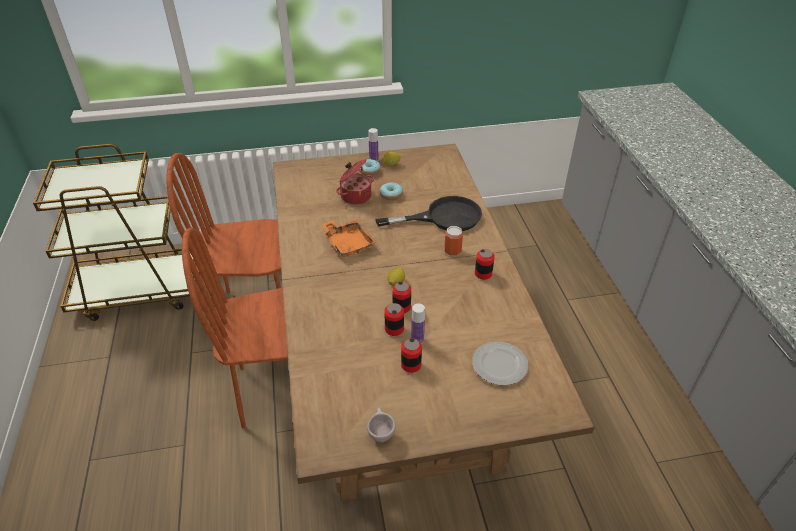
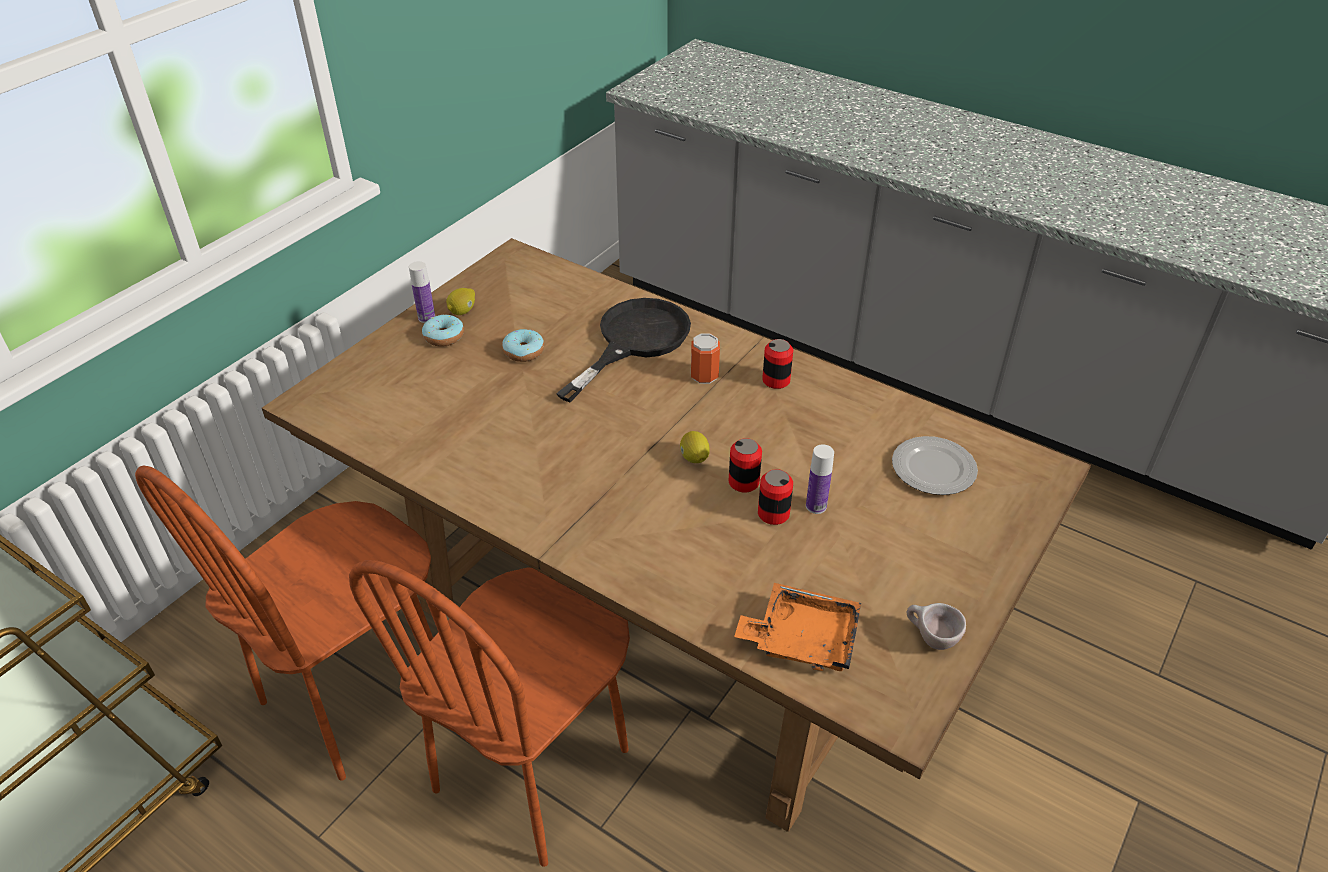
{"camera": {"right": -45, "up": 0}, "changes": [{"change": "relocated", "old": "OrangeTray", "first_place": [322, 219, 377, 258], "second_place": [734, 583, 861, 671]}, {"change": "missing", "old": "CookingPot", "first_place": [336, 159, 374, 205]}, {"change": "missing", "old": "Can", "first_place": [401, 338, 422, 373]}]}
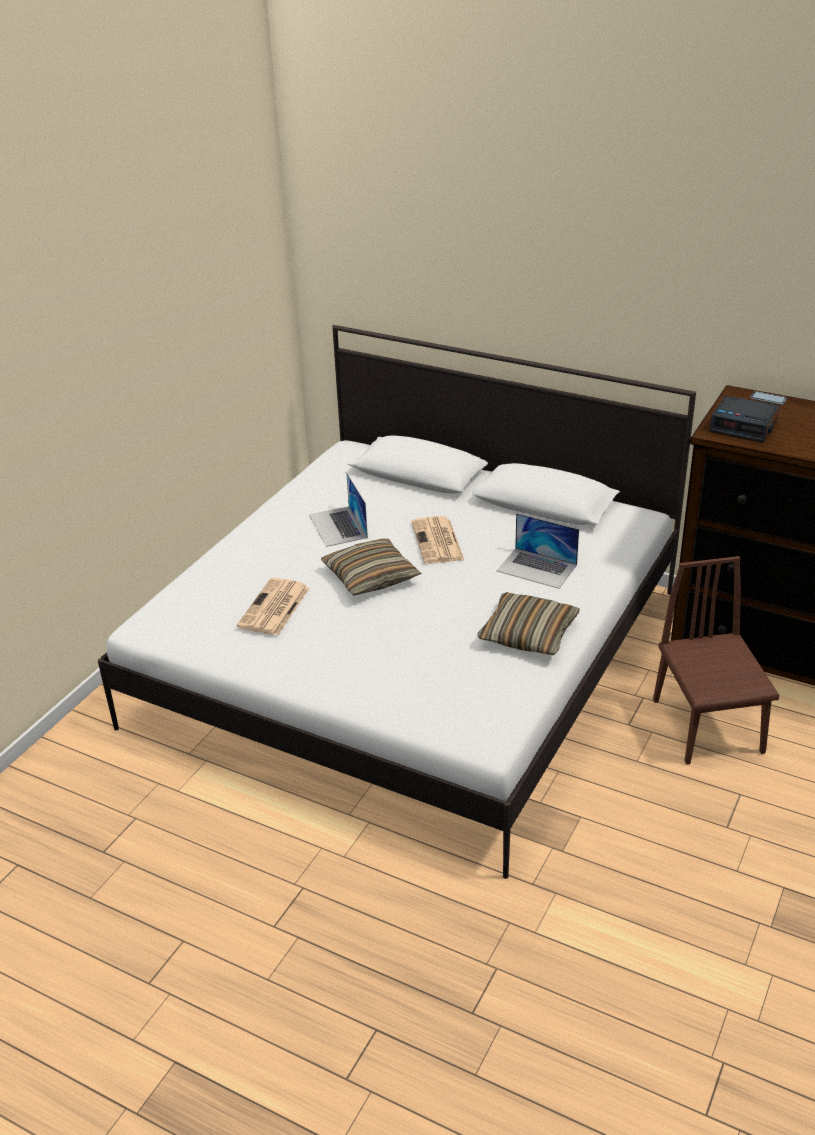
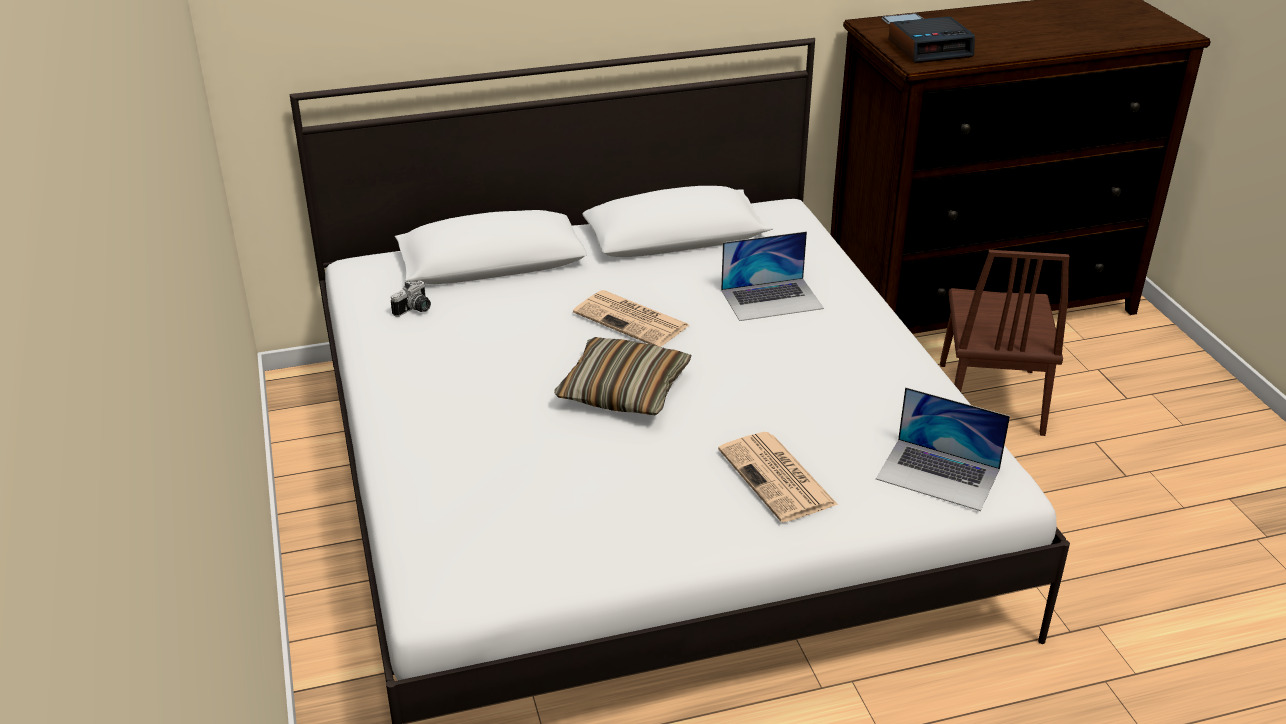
{"camera": {"right": -45, "up": 0}, "changes": [{"change": "appeared", "new": "PhotoCamera", "second_place": [391, 281, 431, 317]}, {"change": "relocated", "old": "Newspaper", "first_place": [237, 578, 309, 635], "second_place": [718, 432, 838, 522]}, {"change": "relocated", "old": "Laptop", "first_place": [309, 473, 368, 547], "second_place": [876, 387, 1010, 511]}, {"change": "spun", "old": "BrownChair", "first_place": [653, 556, 779, 765], "second_place": [940, 250, 1070, 436], "degrees": -120}, {"change": "missing", "old": "Pillow", "first_place": [477, 592, 580, 655]}]}
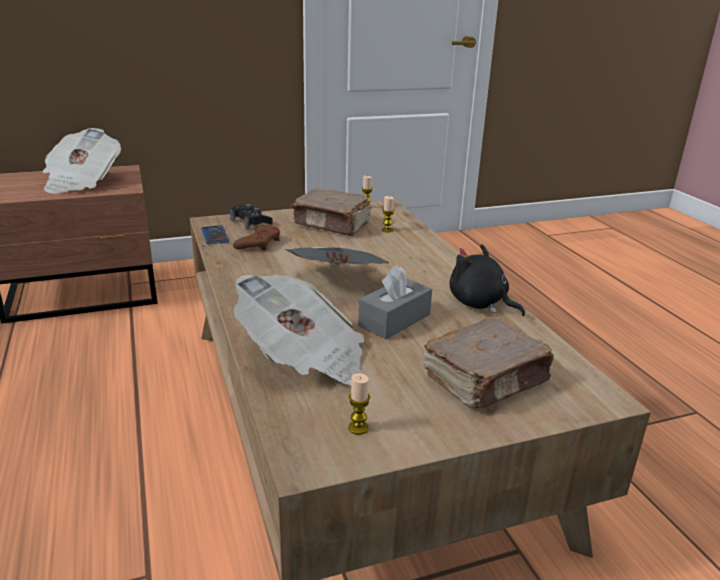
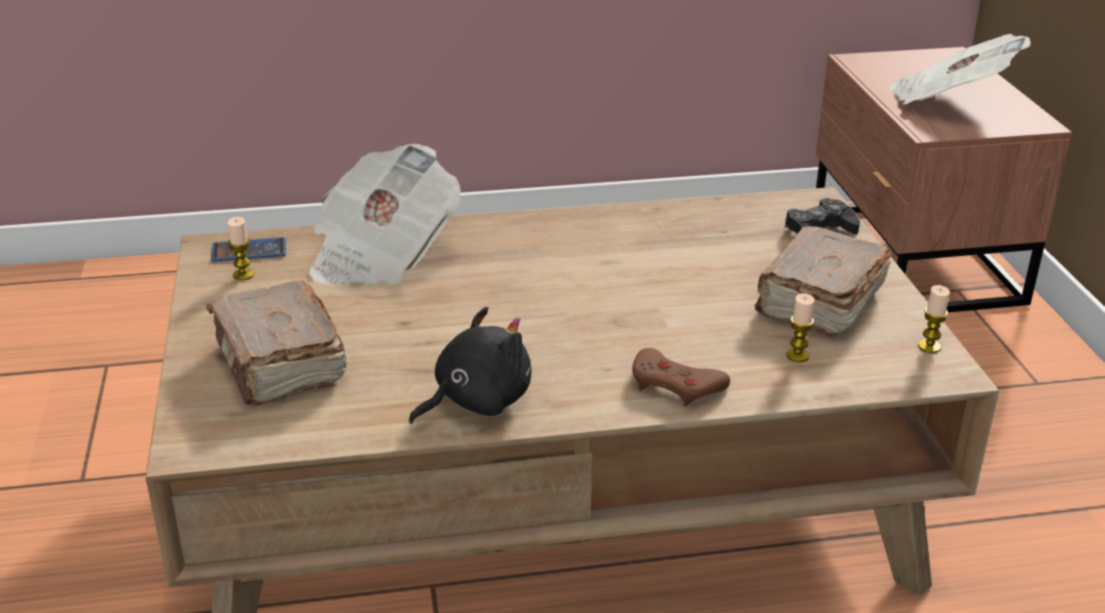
{"camera": {"right": 100, "up": 5}, "changes": [{"change": "relocated", "old": "Phone", "first_place": [201, 225, 229, 244], "second_place": [211, 237, 286, 262]}, {"change": "relocated", "old": "BrownGameController", "first_place": [233, 225, 280, 250], "second_place": [632, 348, 730, 407]}, {"change": "missing", "old": "Newspaper", "first_place": [279, 247, 389, 267]}, {"change": "missing", "old": "GreyTissueBox", "first_place": [358, 265, 432, 339]}]}
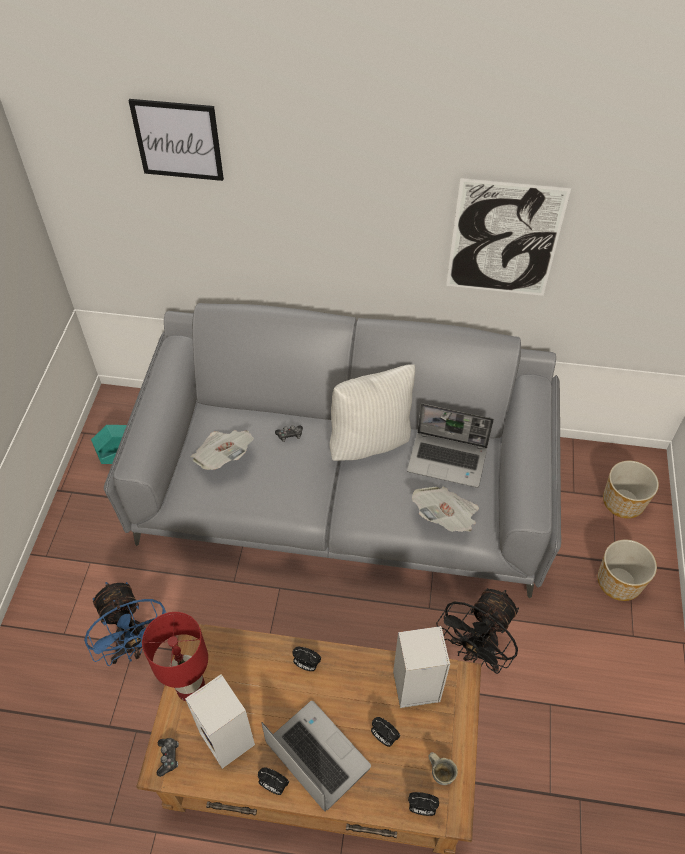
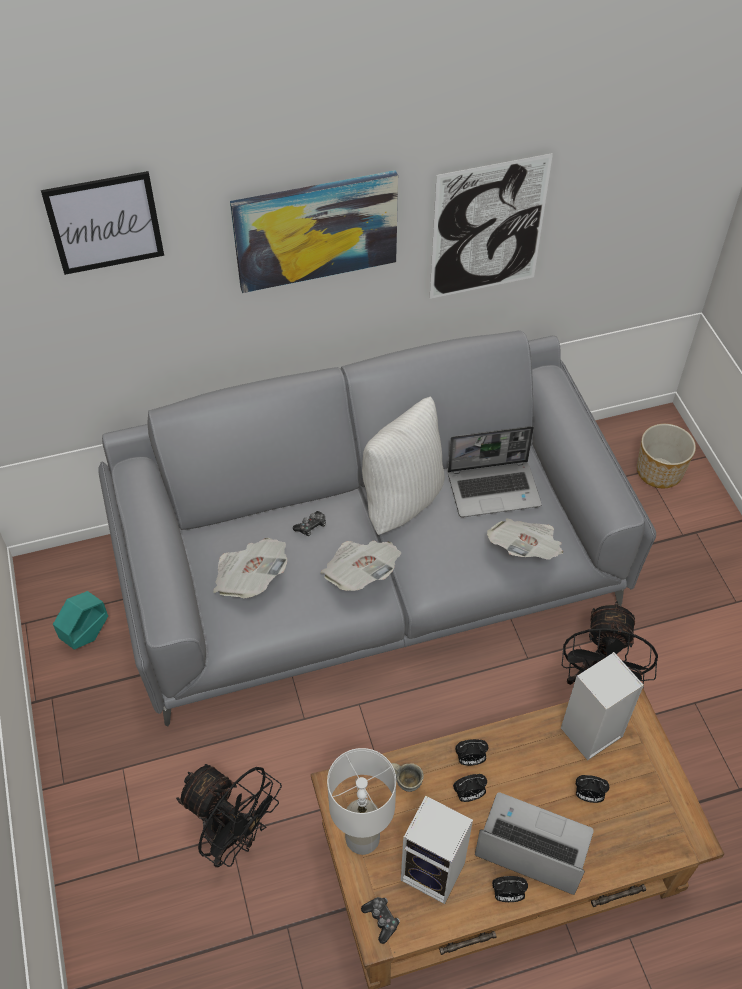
{"camera": {"right": -25, "up": 0}, "changes": [{"change": "colour", "old": "BlueFan", "new": "BlackFan", "first_place": [84, 582, 166, 666], "second_place": [176, 764, 282, 868]}, {"change": "appeared", "new": "Picture", "second_place": [230, 170, 398, 293]}, {"change": "appeared", "new": "Newspaper", "second_place": [320, 541, 401, 591]}, {"change": "colour", "old": "RedTableLamp", "new": "WhiteTableLamp", "first_place": [142, 612, 208, 701], "second_place": [327, 748, 396, 855]}, {"change": "relocated", "old": "GreyMug", "first_place": [428, 752, 458, 785], "second_place": [391, 763, 424, 792]}, {"change": "relocated", "old": "AlarmClock", "first_place": [408, 792, 439, 816], "second_place": [453, 774, 487, 802]}, {"change": "missing", "old": "Planter", "first_place": [598, 540, 657, 601]}]}
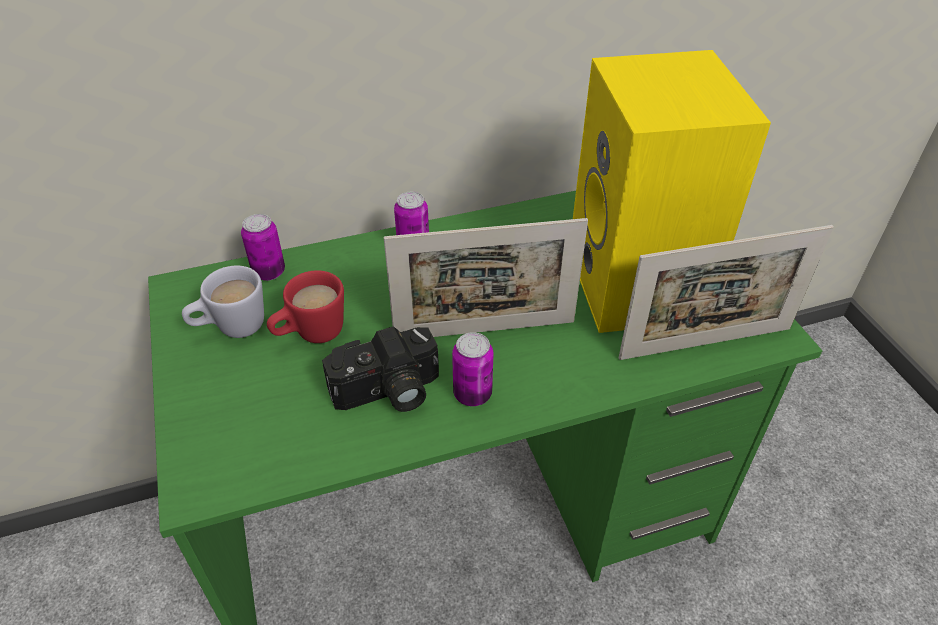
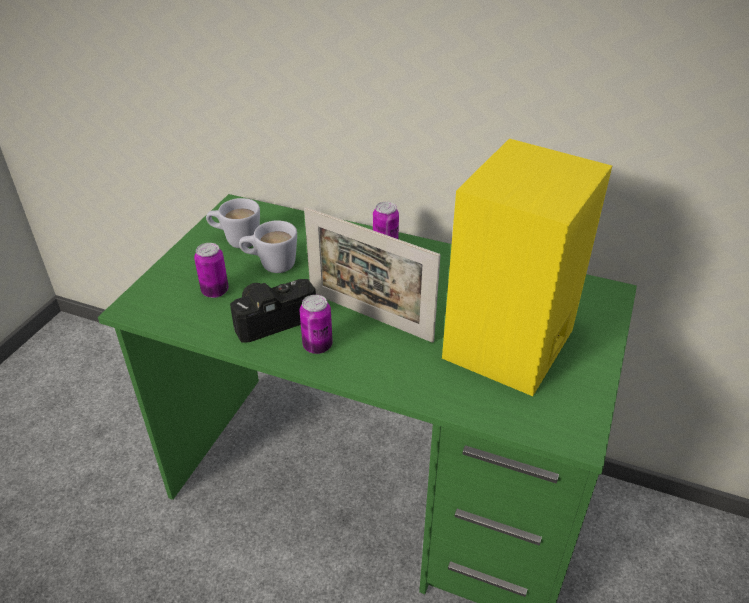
{"camera": {"right": 40, "up": -5}, "changes": [{"change": "relocated", "old": "Can", "first_place": [241, 214, 285, 281], "second_place": [194, 243, 229, 298]}, {"change": "spun", "old": "PhotoCamera", "first_place": [322, 326, 439, 412], "second_place": [230, 279, 316, 343], "degrees": 135}, {"change": "colour", "old": "RedMug", "new": "WhiteMug", "first_place": [267, 270, 344, 343], "second_place": [239, 220, 297, 273]}, {"change": "missing", "old": "PictureFrame", "first_place": [619, 225, 834, 360]}]}
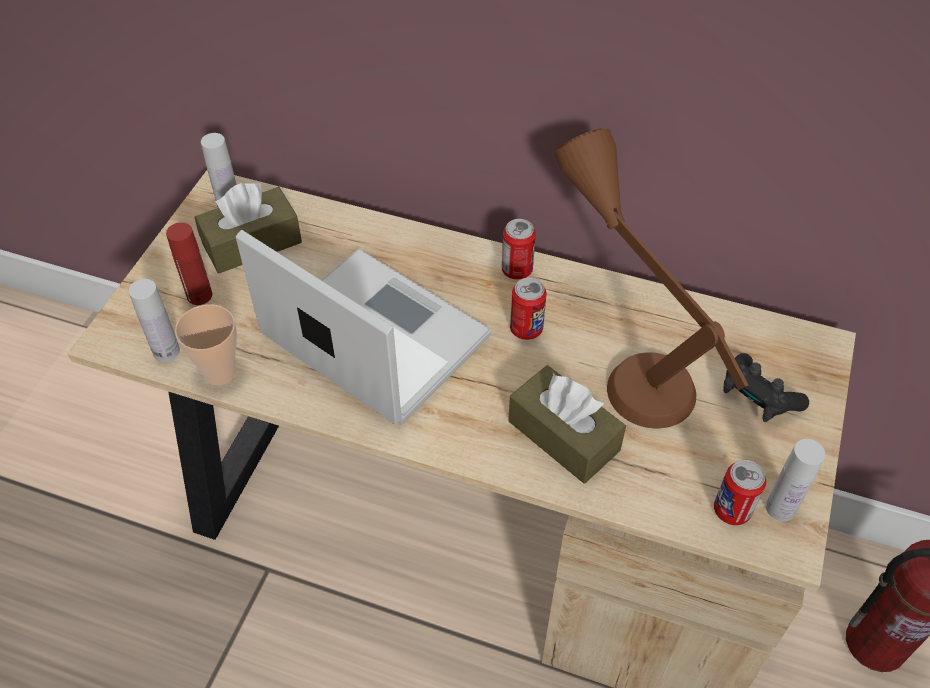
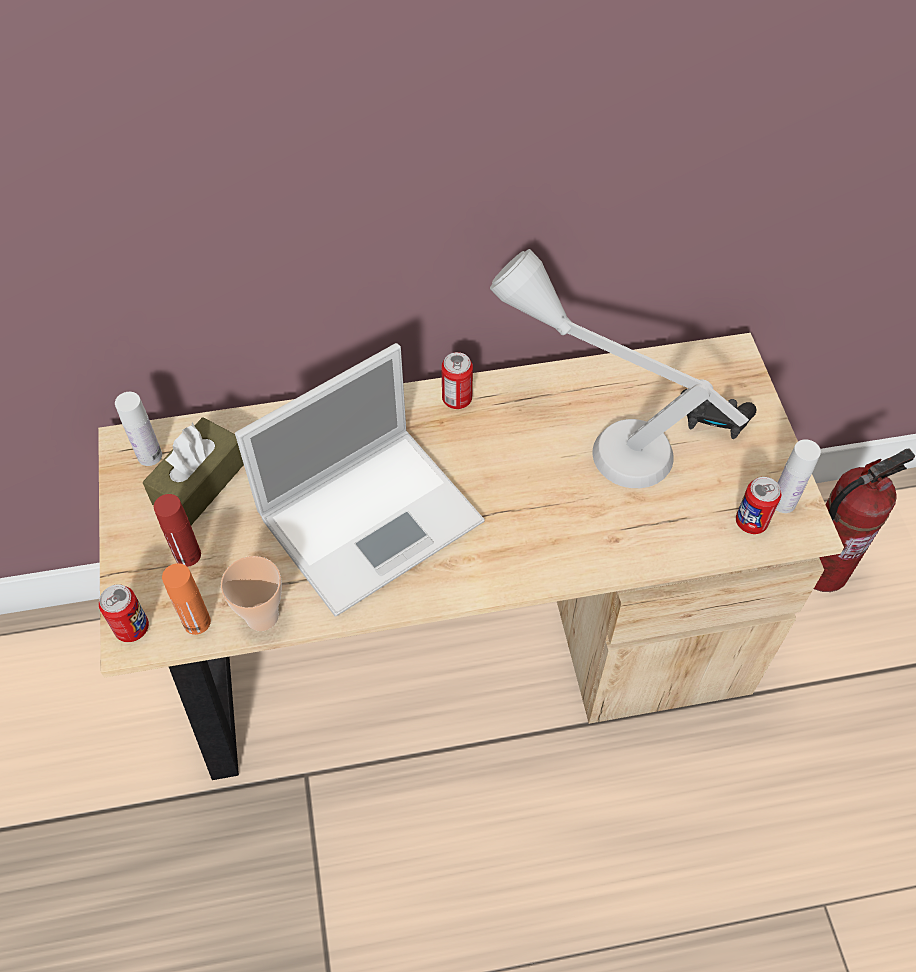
{"camera": {"right": -30, "up": 5}, "changes": [{"change": "relocated", "old": "Can", "first_place": [510, 278, 547, 340], "second_place": [99, 584, 149, 642]}, {"change": "colour", "old": "WhiteBottle", "new": "OrangeBottle", "first_place": [129, 279, 180, 362], "second_place": [162, 563, 211, 635]}, {"change": "spun", "old": "Laptop", "first_place": [236, 230, 492, 425], "second_place": [235, 343, 485, 617], "degrees": 135}, {"change": "colour", "old": "BrownTableLamp", "new": "GreyTableLamp", "first_place": [554, 129, 748, 429], "second_place": [490, 249, 749, 488]}, {"change": "missing", "old": "BrownTissueBox", "first_place": [508, 365, 626, 483]}]}
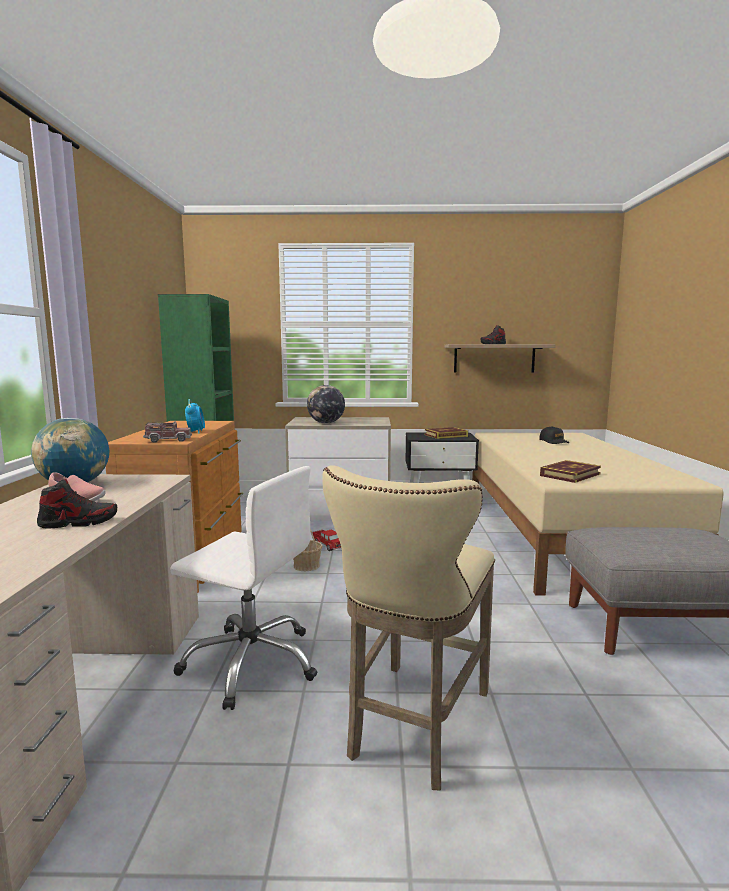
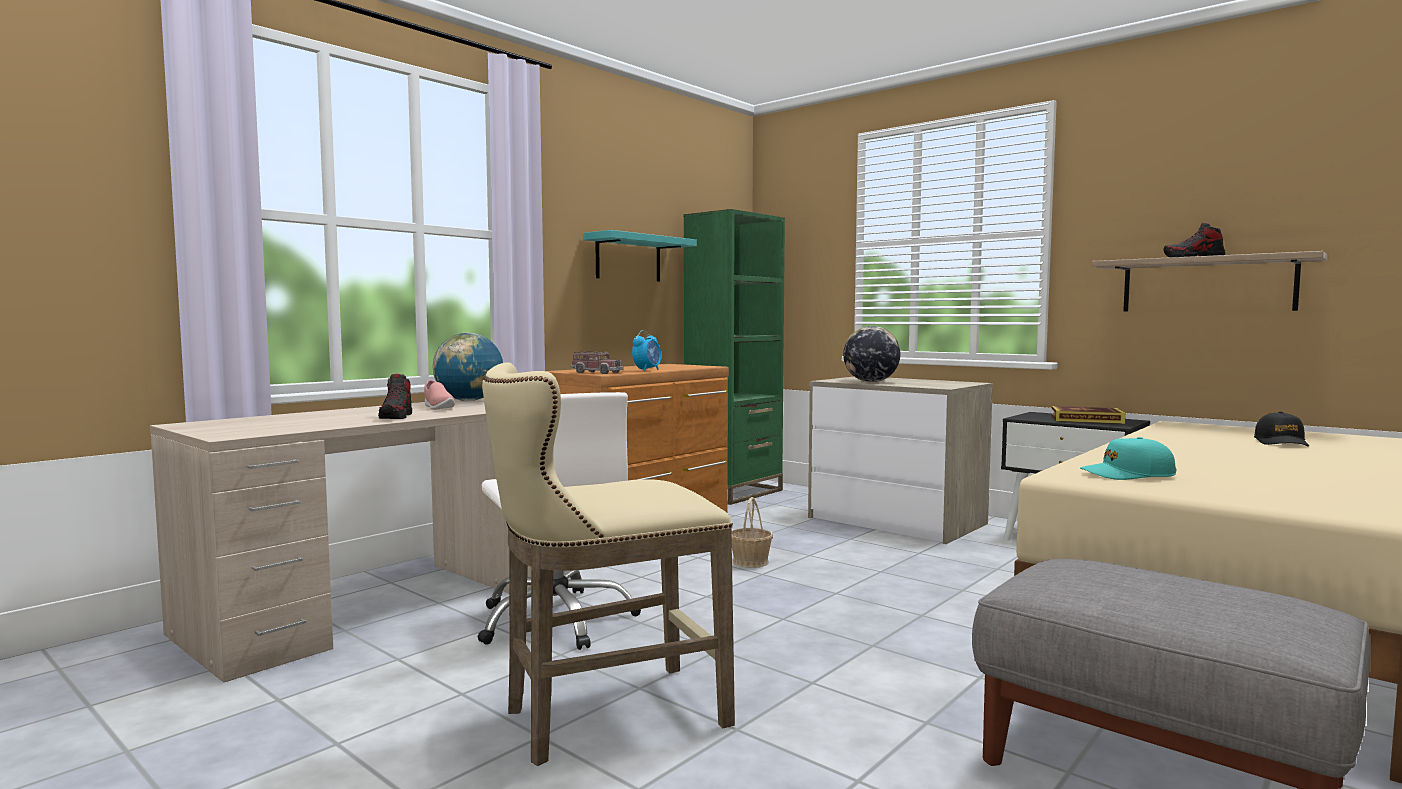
{"camera": {"right": 40, "up": -5}, "changes": [{"change": "spun", "old": "Shoe", "first_place": [37, 479, 117, 529], "second_place": [378, 374, 412, 419], "degrees": 60}, {"change": "appeared", "new": "TurquoiseShelf", "second_place": [583, 230, 697, 281]}, {"change": "exchanged", "old": "Book", "new": "TurquoiseCap", "first_place": [540, 460, 601, 483], "second_place": [1080, 437, 1177, 480]}, {"change": "missing", "old": "ToyTruck", "first_place": [312, 530, 341, 551]}]}
